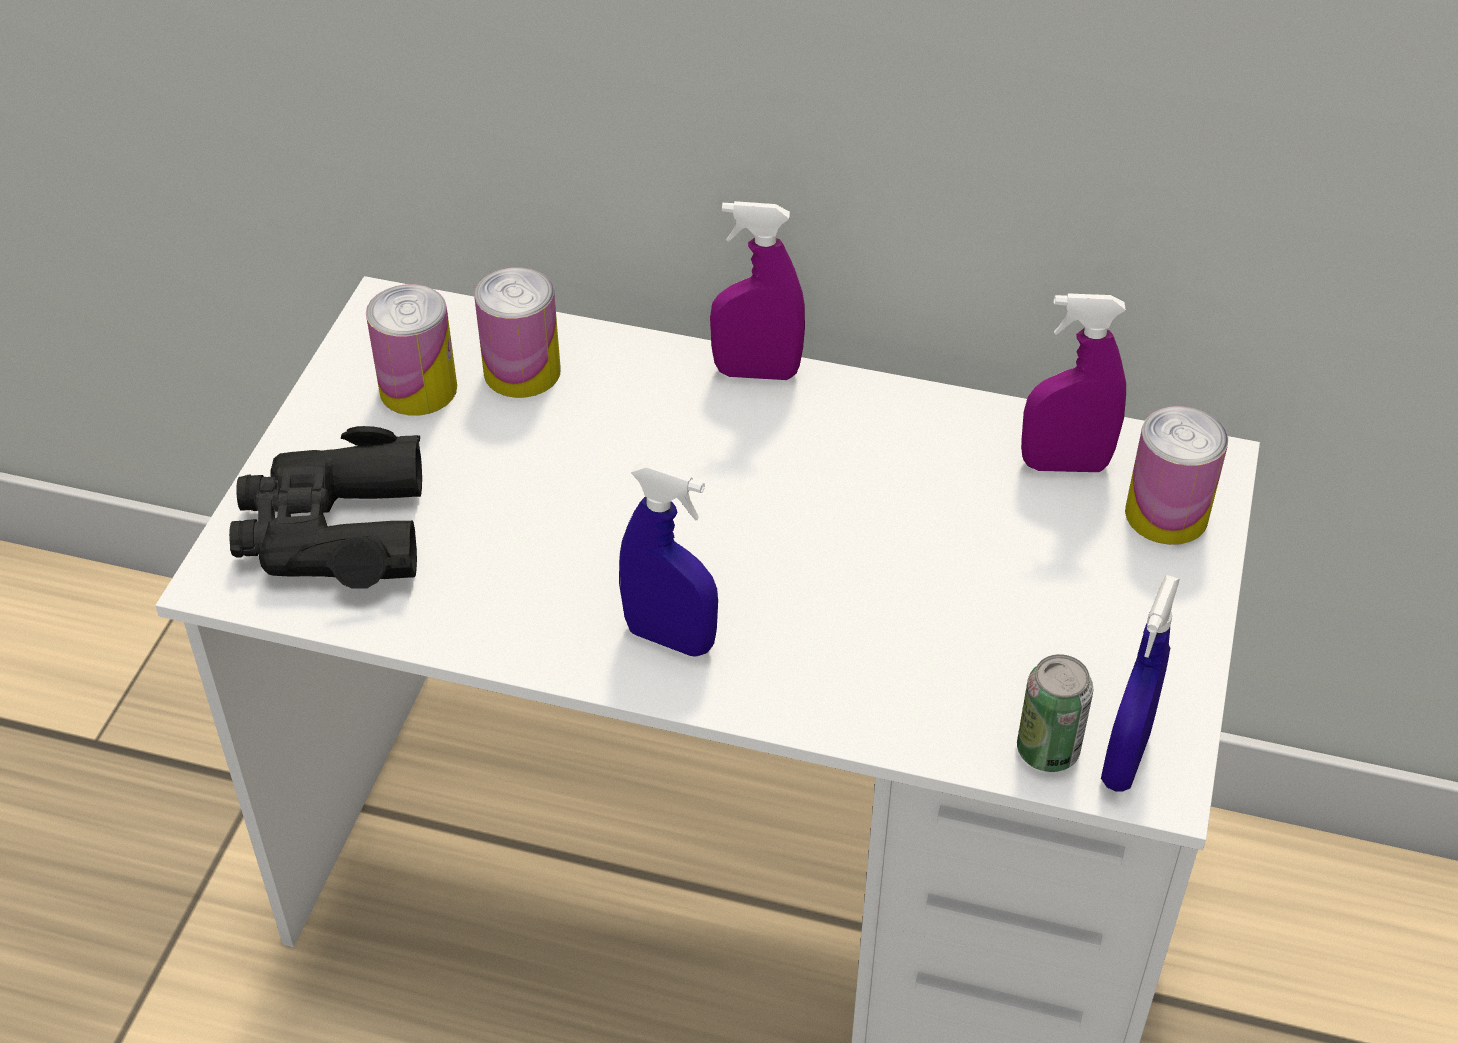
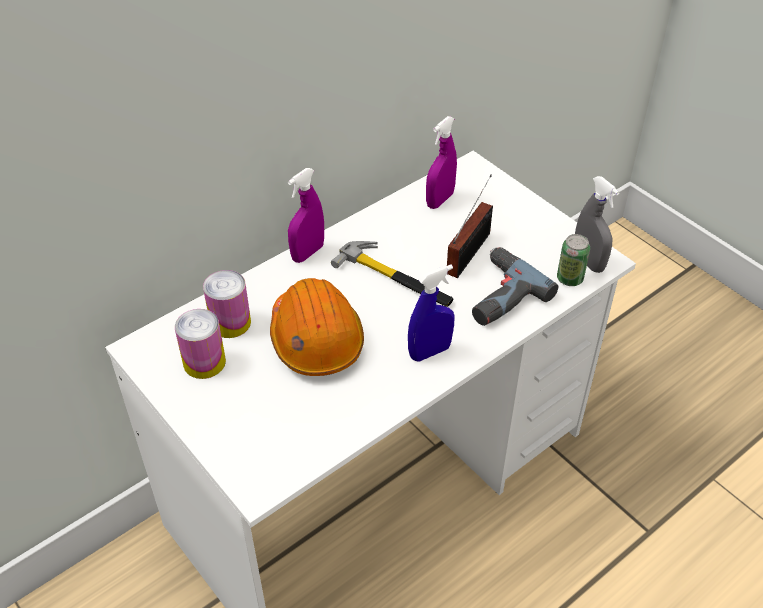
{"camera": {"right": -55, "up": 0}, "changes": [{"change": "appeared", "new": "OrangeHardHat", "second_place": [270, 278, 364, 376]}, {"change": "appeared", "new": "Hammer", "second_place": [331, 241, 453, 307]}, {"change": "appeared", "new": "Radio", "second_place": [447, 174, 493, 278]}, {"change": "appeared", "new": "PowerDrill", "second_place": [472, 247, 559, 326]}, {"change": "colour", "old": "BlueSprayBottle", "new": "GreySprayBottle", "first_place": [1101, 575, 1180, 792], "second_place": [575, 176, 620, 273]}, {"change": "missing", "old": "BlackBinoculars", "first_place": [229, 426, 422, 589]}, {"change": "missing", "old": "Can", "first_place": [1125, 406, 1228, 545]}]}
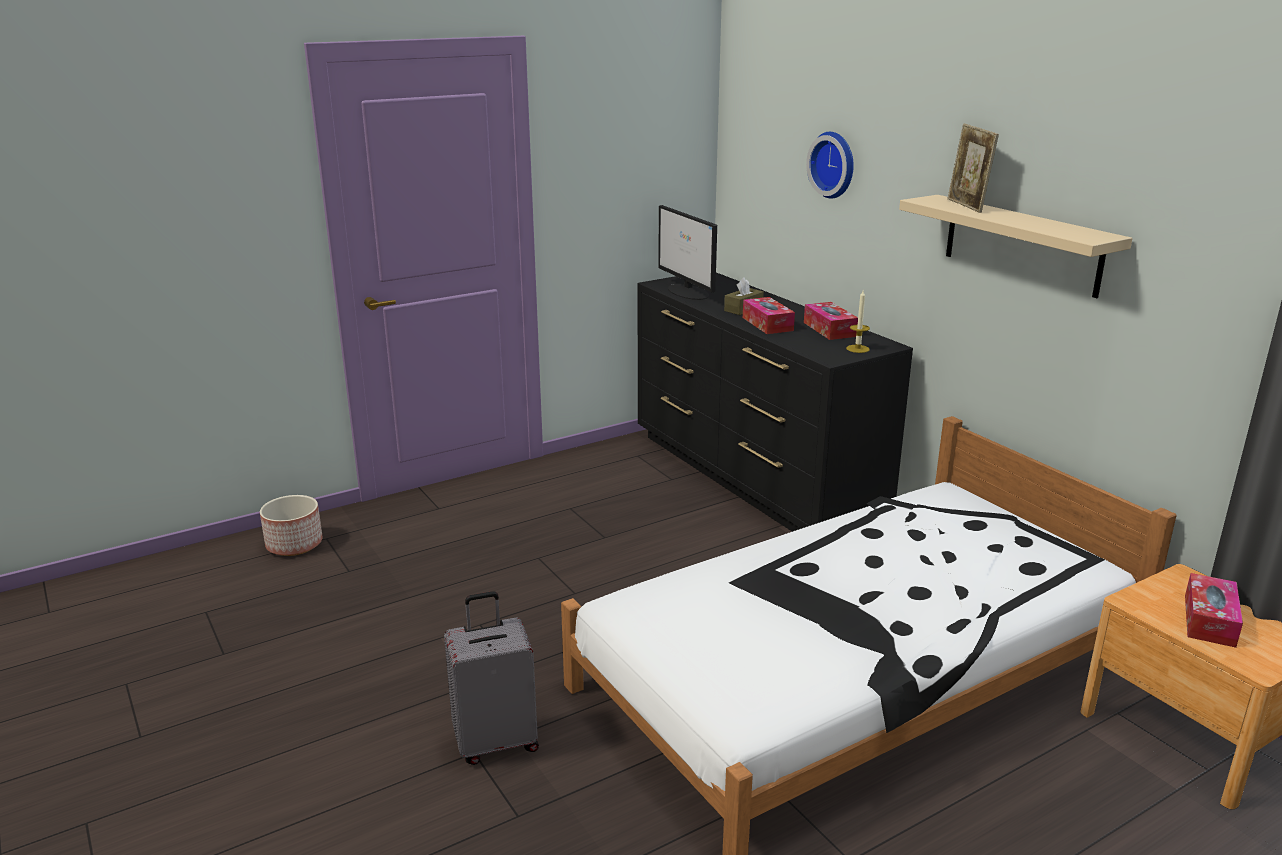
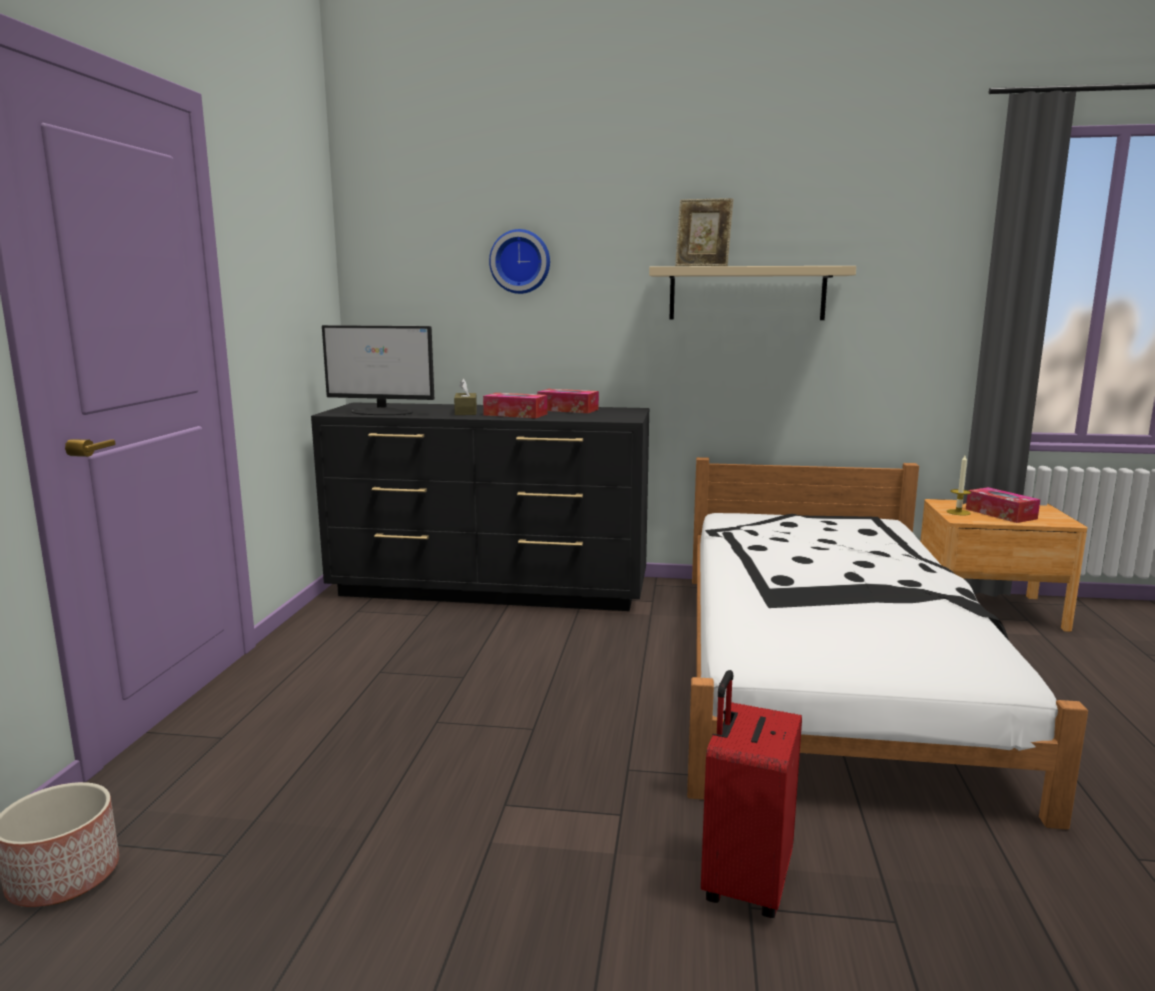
{"camera": {"right": -50, "up": -10}, "changes": [{"change": "colour", "old": "GreySuitcase", "new": "RedSuitcase", "first_place": [444, 591, 539, 765], "second_place": [701, 670, 802, 918]}, {"change": "relocated", "old": "Candle", "first_place": [846, 290, 870, 353], "second_place": [947, 455, 971, 516]}]}
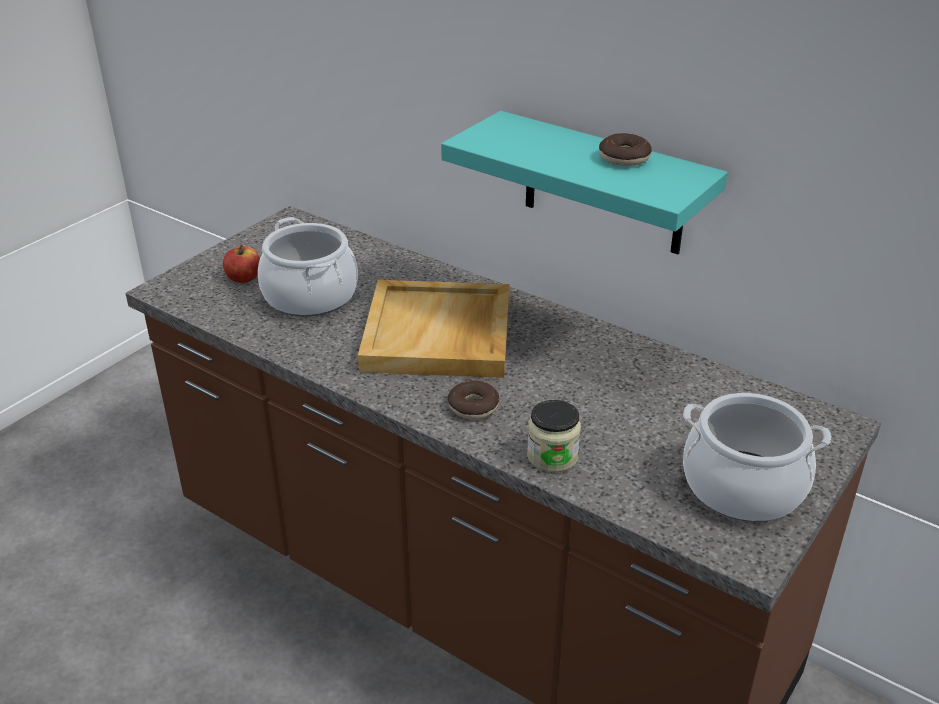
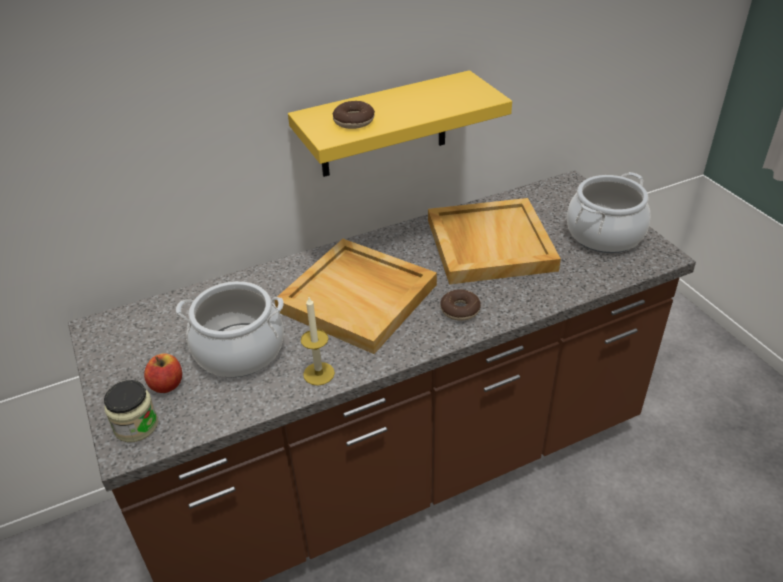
{"camera": {"right": -60, "up": 5}, "changes": [{"change": "relocated", "old": "Jar", "first_place": [527, 400, 581, 472], "second_place": [104, 380, 158, 442]}, {"change": "colour", "old": "TurquoiseShelf", "new": "YellowShelf", "first_place": [441, 111, 728, 254], "second_place": [288, 70, 512, 177]}, {"change": "appeared", "new": "Candle", "second_place": [301, 297, 335, 386]}, {"change": "relocated", "old": "Donut", "first_place": [599, 133, 652, 166], "second_place": [333, 101, 375, 129]}, {"change": "appeared", "new": "BeigeTray", "second_place": [428, 198, 561, 284]}]}
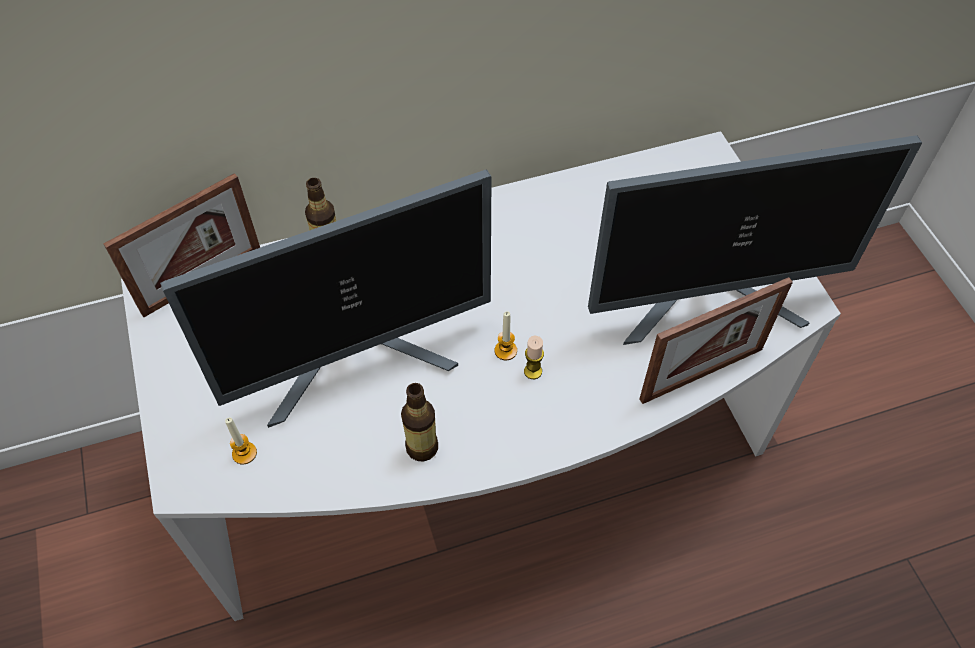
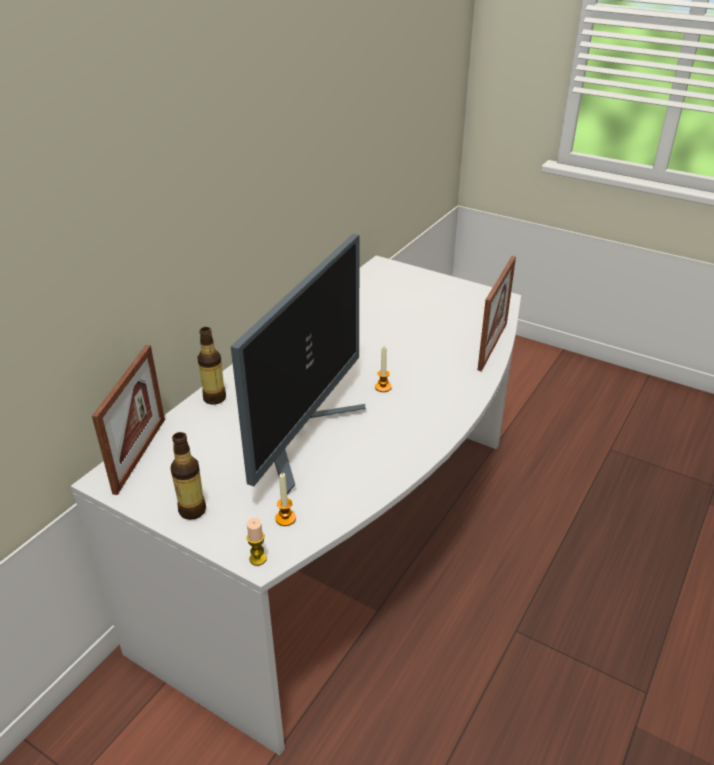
{"camera": {"right": -40, "up": -20}, "changes": [{"change": "relocated", "old": "Bottle", "first_place": [401, 383, 438, 462], "second_place": [170, 432, 206, 520]}, {"change": "relocated", "old": "Candle", "first_place": [524, 336, 544, 379], "second_place": [246, 518, 267, 566]}, {"change": "missing", "old": "Monitor", "first_place": [588, 135, 922, 345]}]}
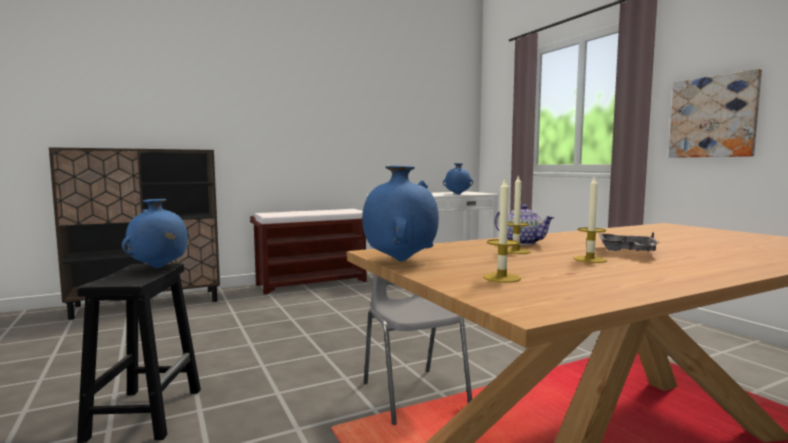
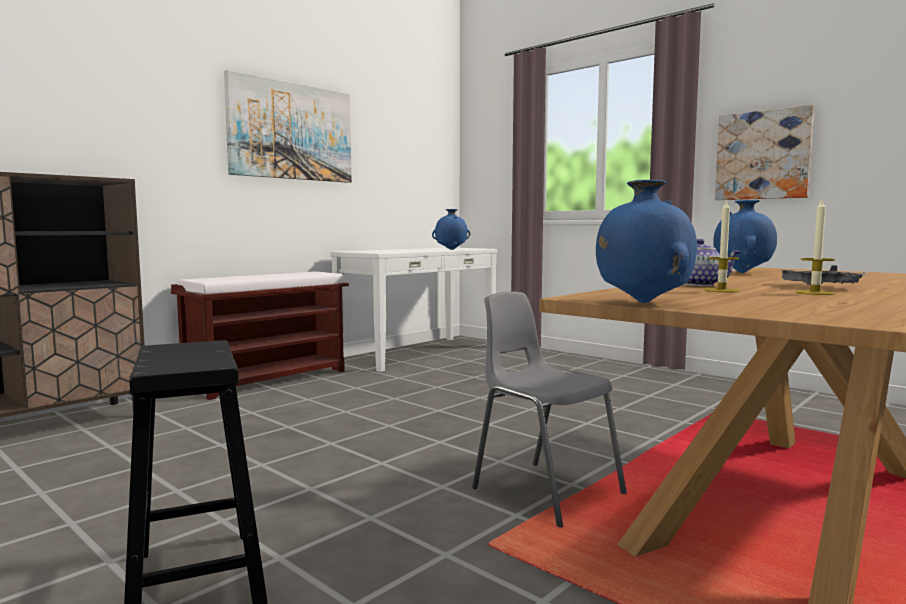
{"camera": {"right": -20, "up": 0}, "changes": [{"change": "appeared", "new": "Picture", "second_place": [224, 70, 352, 183]}, {"change": "relocated", "old": "BlueVase", "first_place": [122, 199, 190, 268], "second_place": [713, 200, 777, 273]}, {"change": "missing", "old": "Candle", "first_place": [483, 179, 521, 283]}]}
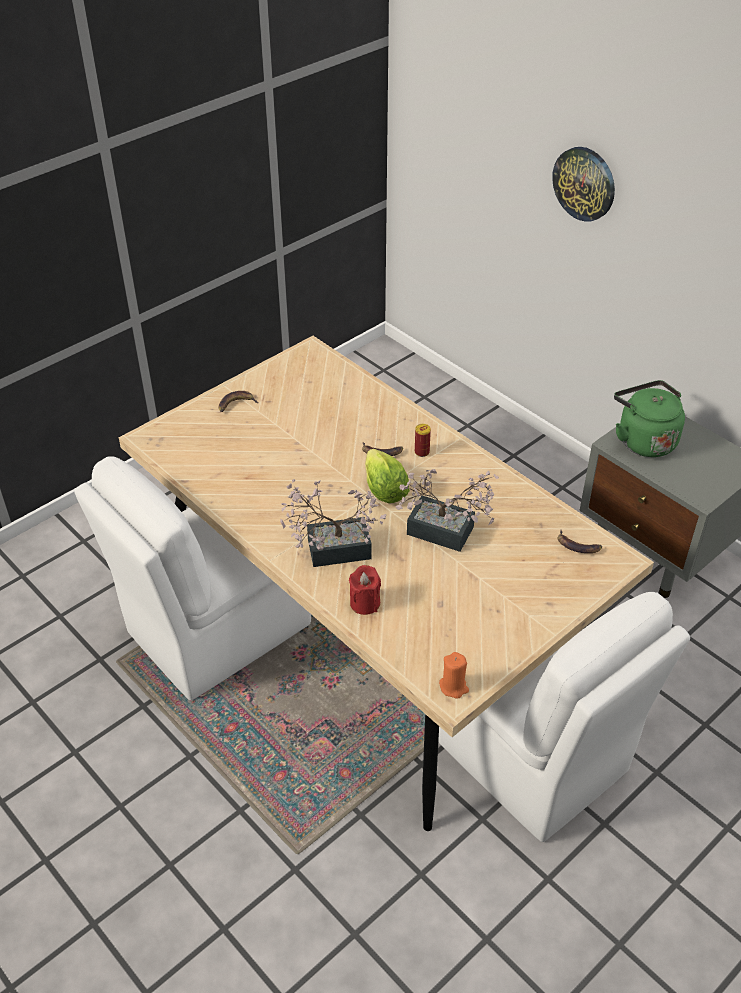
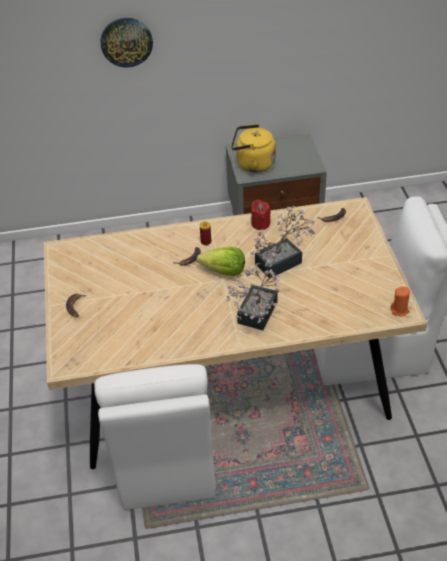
{"camera": {"right": -55, "up": 0}, "changes": [{"change": "colour", "old": "GreenKettle", "new": "YellowKettle", "first_place": [614, 380, 685, 457], "second_place": [231, 124, 276, 173]}, {"change": "relocated", "old": "RedCandle", "first_place": [349, 565, 381, 615], "second_place": [251, 200, 271, 230]}]}
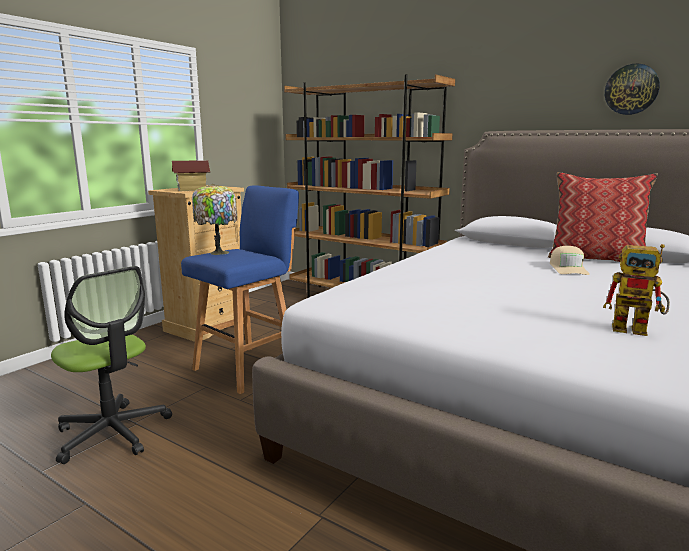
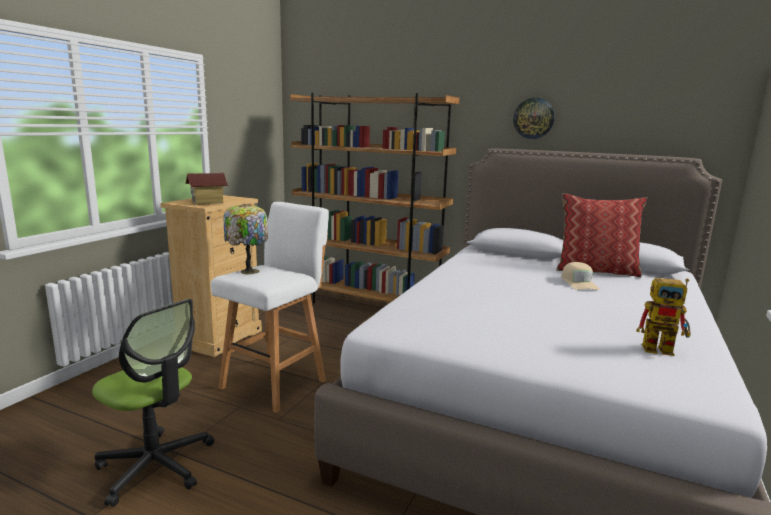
{"camera": {"right": -10, "up": 0}, "changes": [{"change": "colour", "old": "BlueStool", "new": "WhiteStool", "first_place": [181, 185, 299, 394], "second_place": [211, 202, 329, 413]}, {"change": "relocated", "old": "WallClock", "first_place": [605, 63, 660, 115], "second_place": [513, 98, 555, 139]}]}
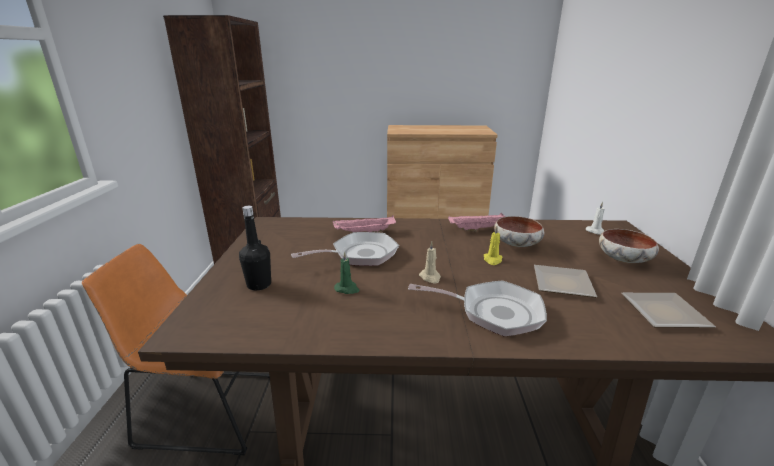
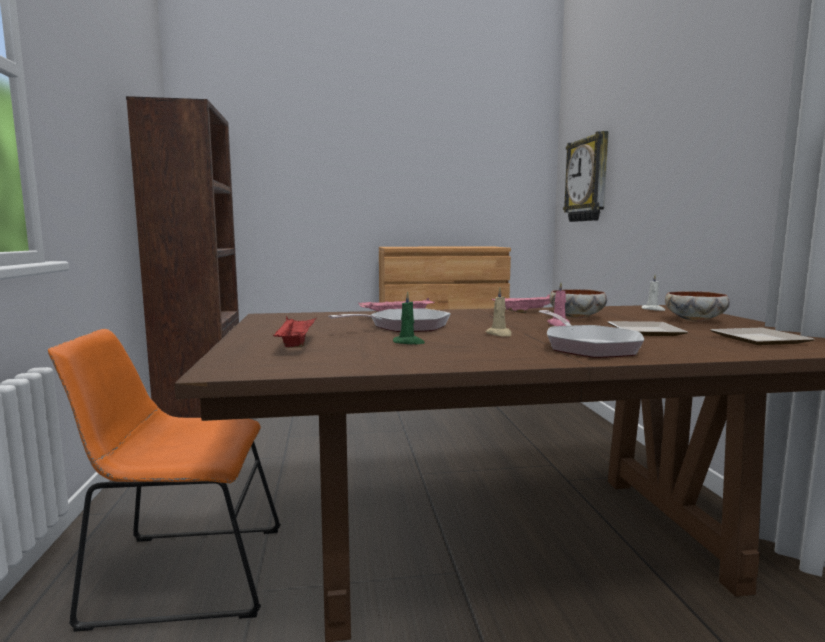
{"camera": {"right": -10, "up": -15}, "changes": [{"change": "exchanged", "old": "BlackBottle", "new": "RedTray", "first_place": [239, 206, 271, 291], "second_place": [272, 316, 317, 348]}, {"change": "spun", "old": "FryingPan", "first_place": [408, 280, 547, 337], "second_place": [539, 310, 644, 358], "degrees": 75}, {"change": "colour", "old": "YellowCandle", "new": "PinkCandle", "first_place": [484, 227, 502, 265], "second_place": [547, 283, 570, 326]}, {"change": "appeared", "new": "WallClock", "second_place": [563, 131, 609, 222]}]}
